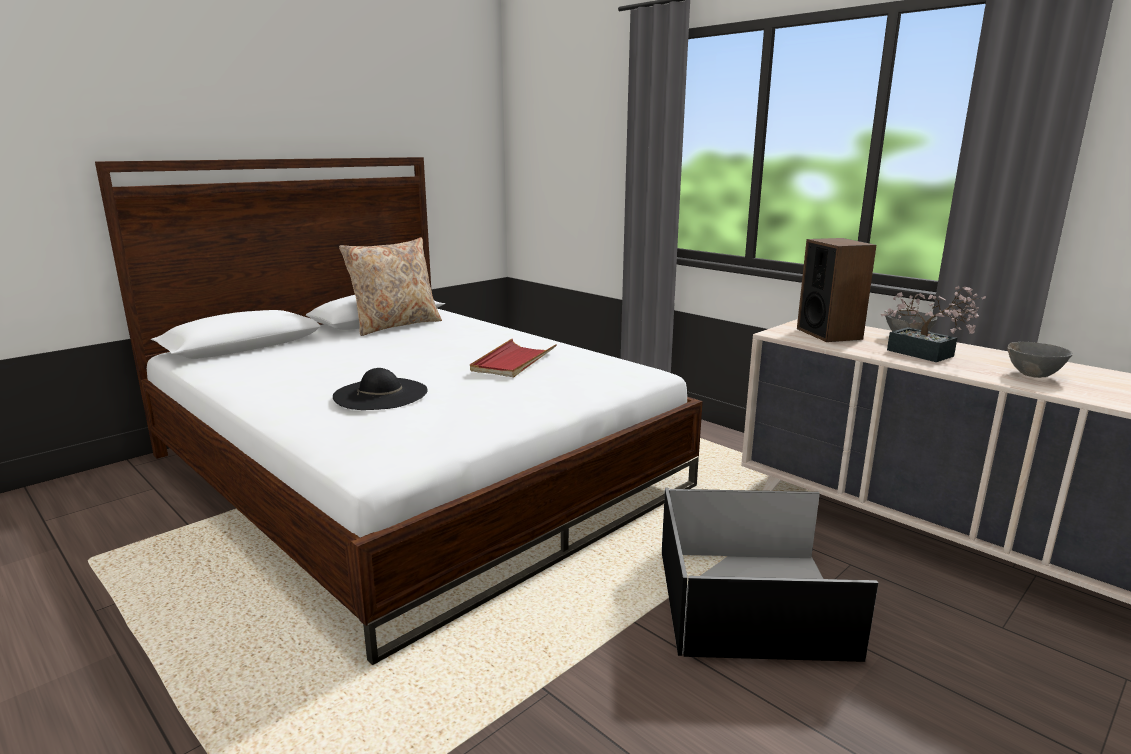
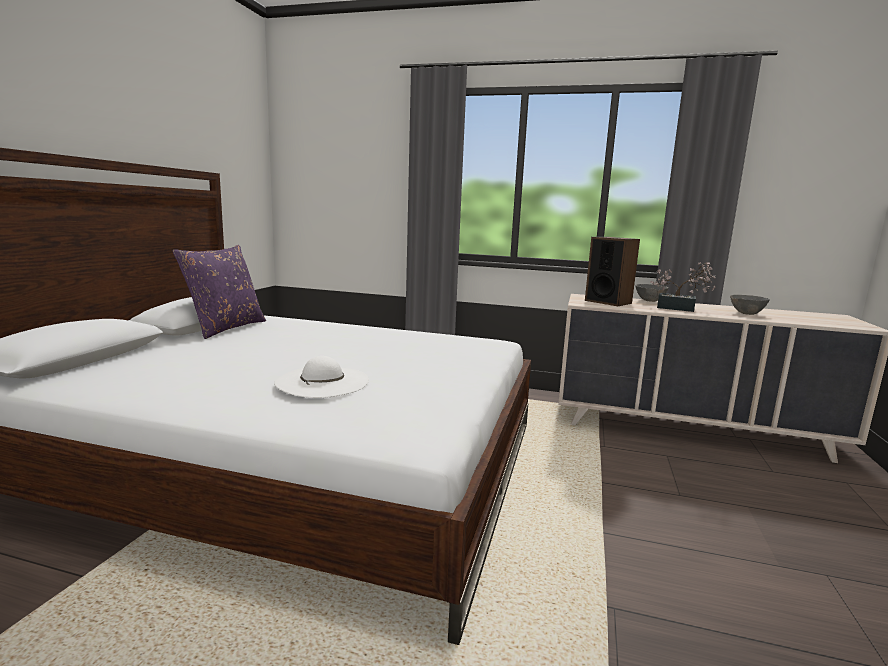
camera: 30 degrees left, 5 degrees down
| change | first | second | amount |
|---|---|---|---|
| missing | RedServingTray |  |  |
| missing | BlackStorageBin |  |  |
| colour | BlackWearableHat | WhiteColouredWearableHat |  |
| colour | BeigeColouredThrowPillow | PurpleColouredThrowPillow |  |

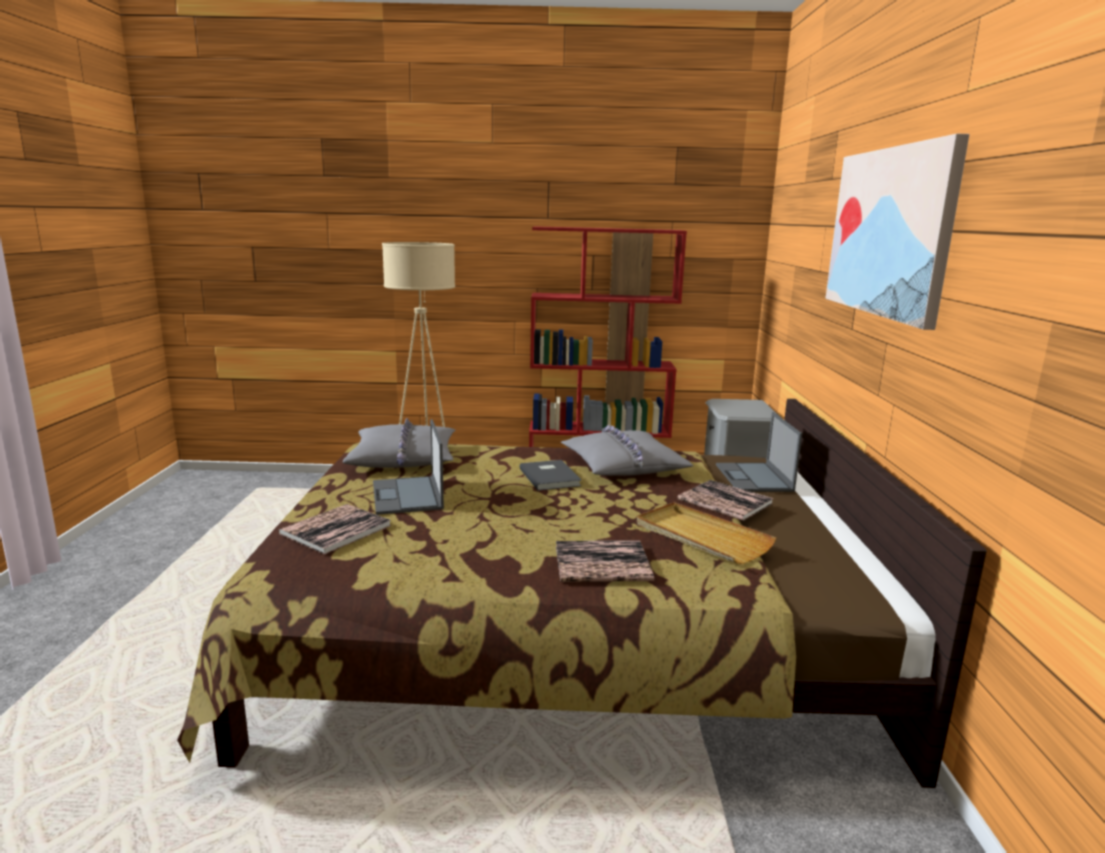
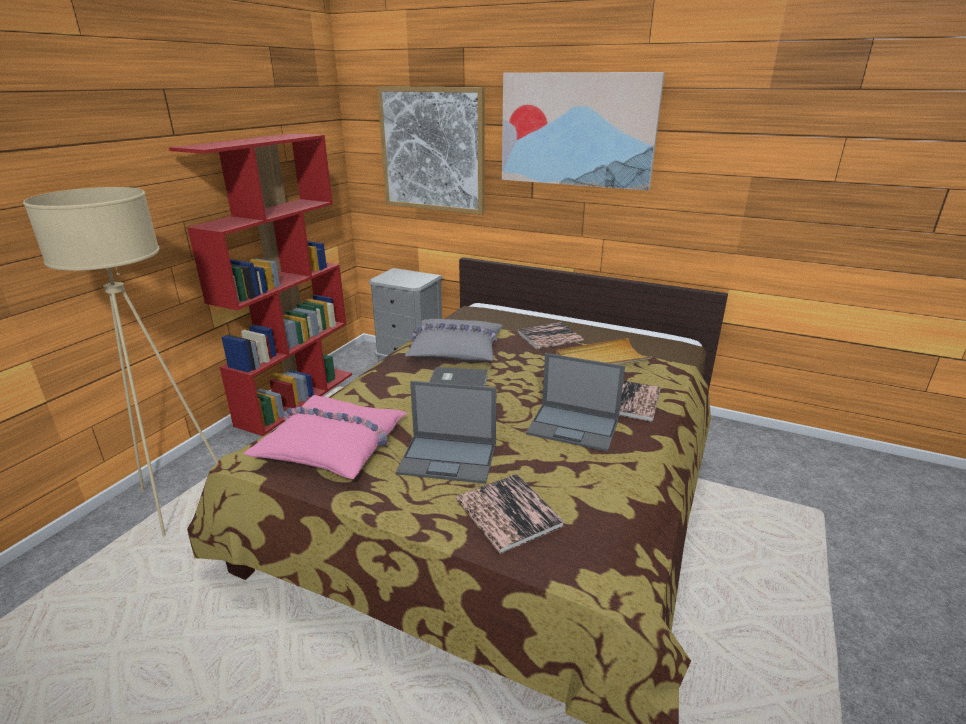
camera: 65 degrees left, 10 degrees up
| change | first | second | amount |
|---|---|---|---|
| appeared |  | WallArt (no. 1 from left) |  |
| relocated | PortableComputer (no. 2 from left) |  |  |
| colour | GrayThrowPillow (no. 1 from left) | PinkishThrowPillow |  |

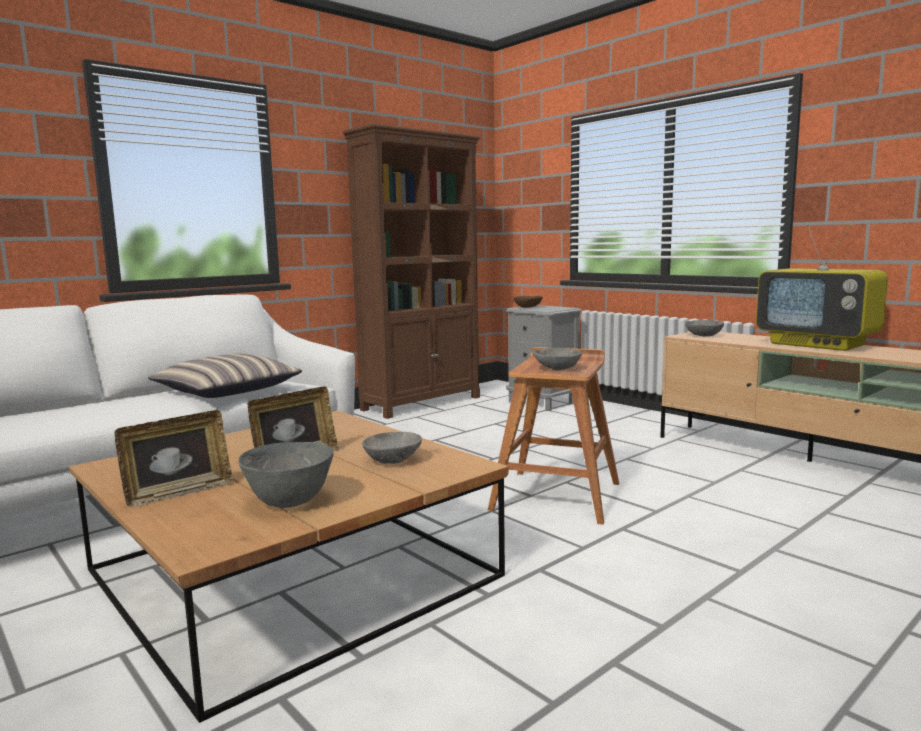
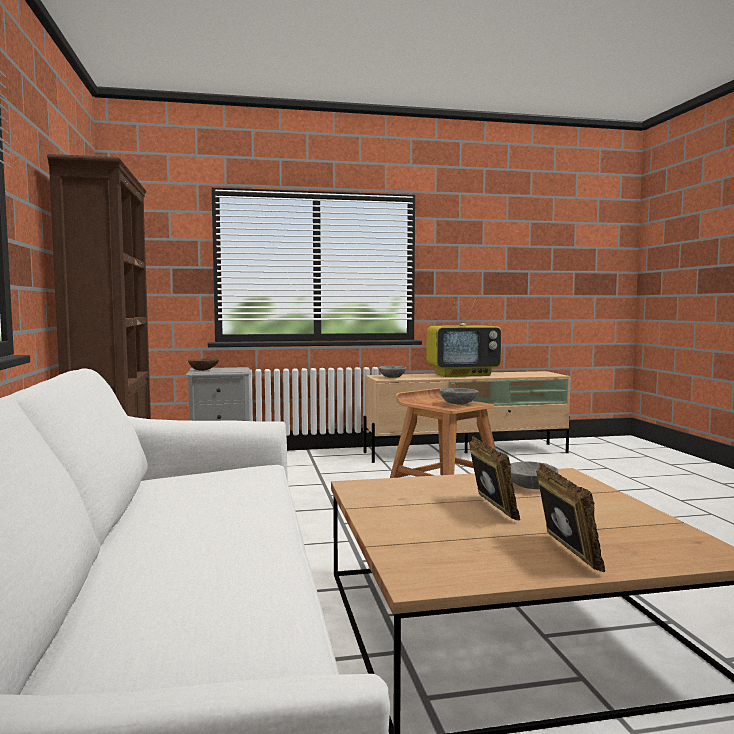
camera: 60 degrees left, 5 degrees down
| change | first | second | amount |
|---|---|---|---|
| missing | ThrowPillow |  |  |
| missing | GrayDeepDish (no. 1 from left) |  |  |

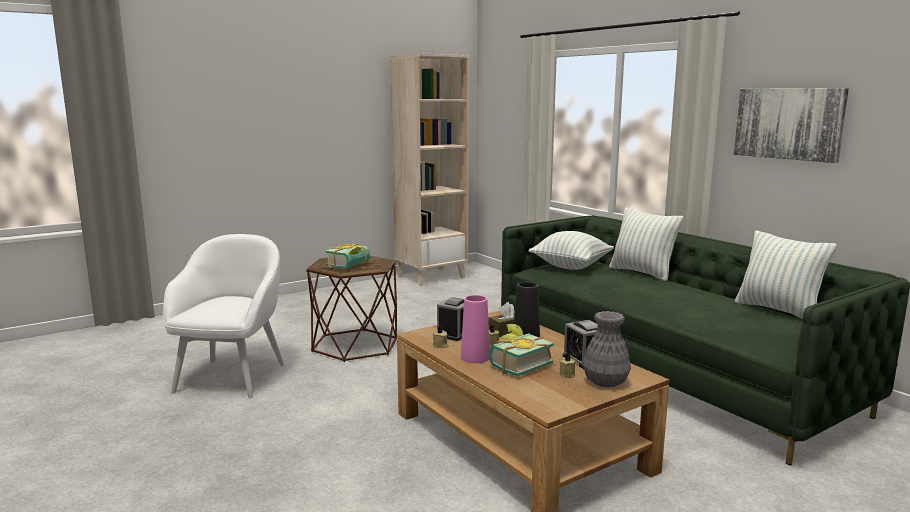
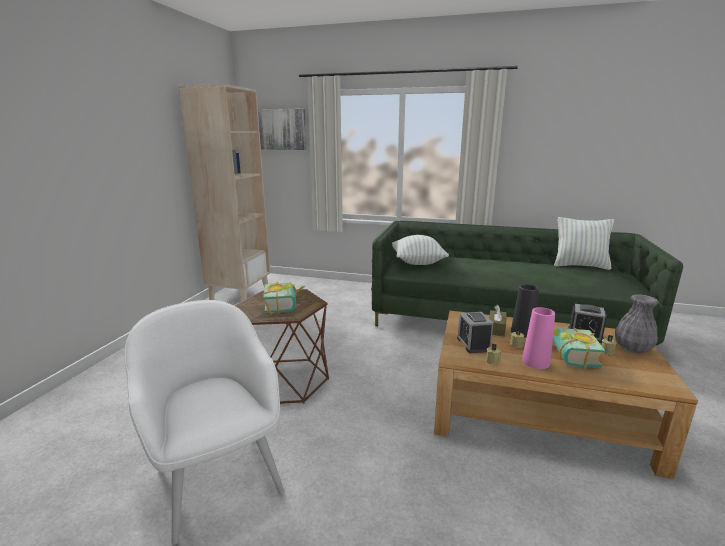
camera: 40 degrees left, 5 degrees up
| change | first | second | amount |
|---|---|---|---|
| missing | ThrowPillow (no. 2 from left) |  |  |
| relocated | WallArt |  |  |

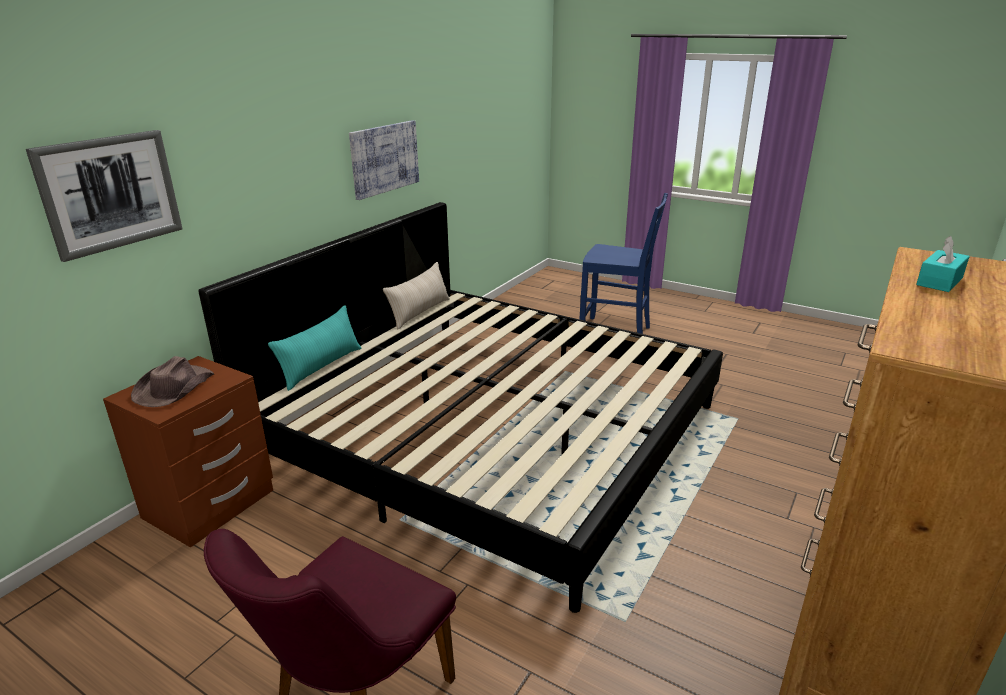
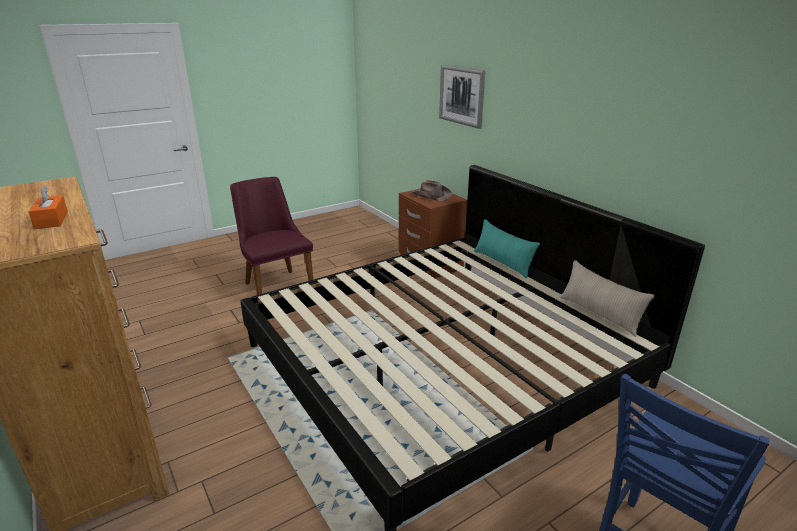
camera: 115 degrees right, 0 degrees up
| change | first | second | amount |
|---|---|---|---|
| missing | WallArt (no. 2 from left) |  |  |
| colour | TurquoiseColouredTissueHolder | OrangeTissueHolder |  |

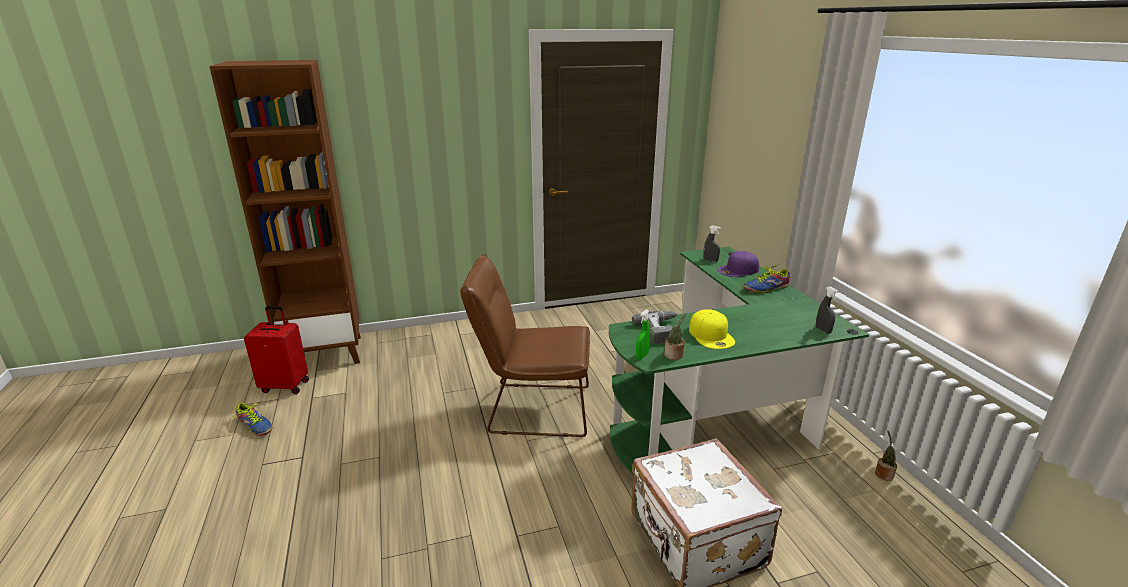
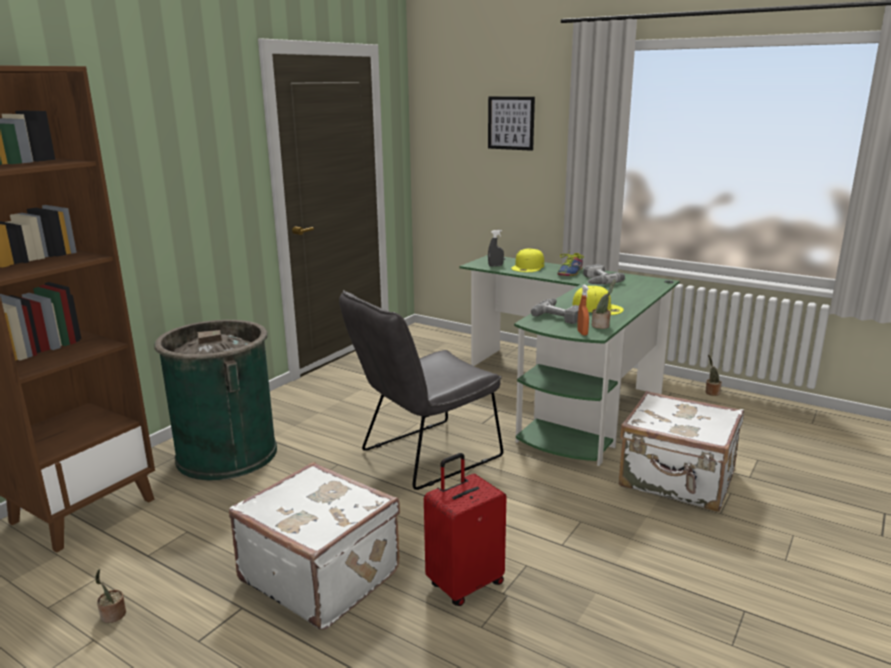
camera: 40 degrees left, 5 degrees down
| change | first | second | amount |
|---|---|---|---|
| missing | GrayHandSprayer (no. 2 from left) |  |  |
| appeared |  | GreenColouredTrashCan |  |
| appeared |  | WhiteColouredSuitcase (no. 1 from left) |  |
| appeared |  | WallArt |  |
| appeared |  | Drill (no. 2 from left) |  |
| relocated | RedSuitcase |  |  |
| exchanged | Shoe (no. 1 from left) | Houseplant (no. 1 from left) |  |
| colour | BrownishUprightChair | GrayUprightChair |  |
| colour | GreenColouredHandSprayer | OrangeHandSprayer |  |
| colour | PurpleColouredCap | YellowCap (no. 1 from left) |  |

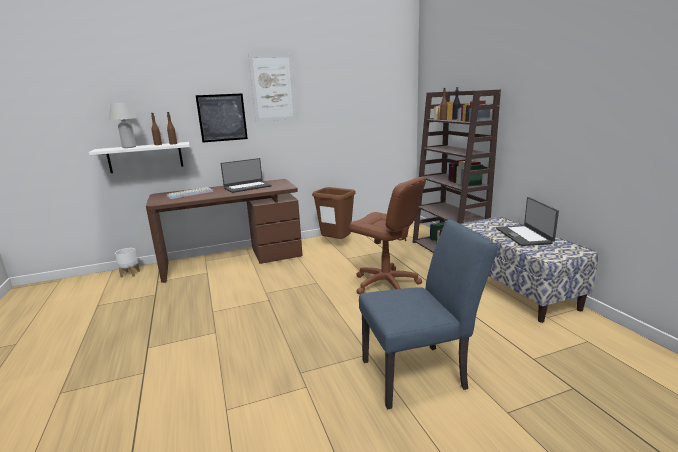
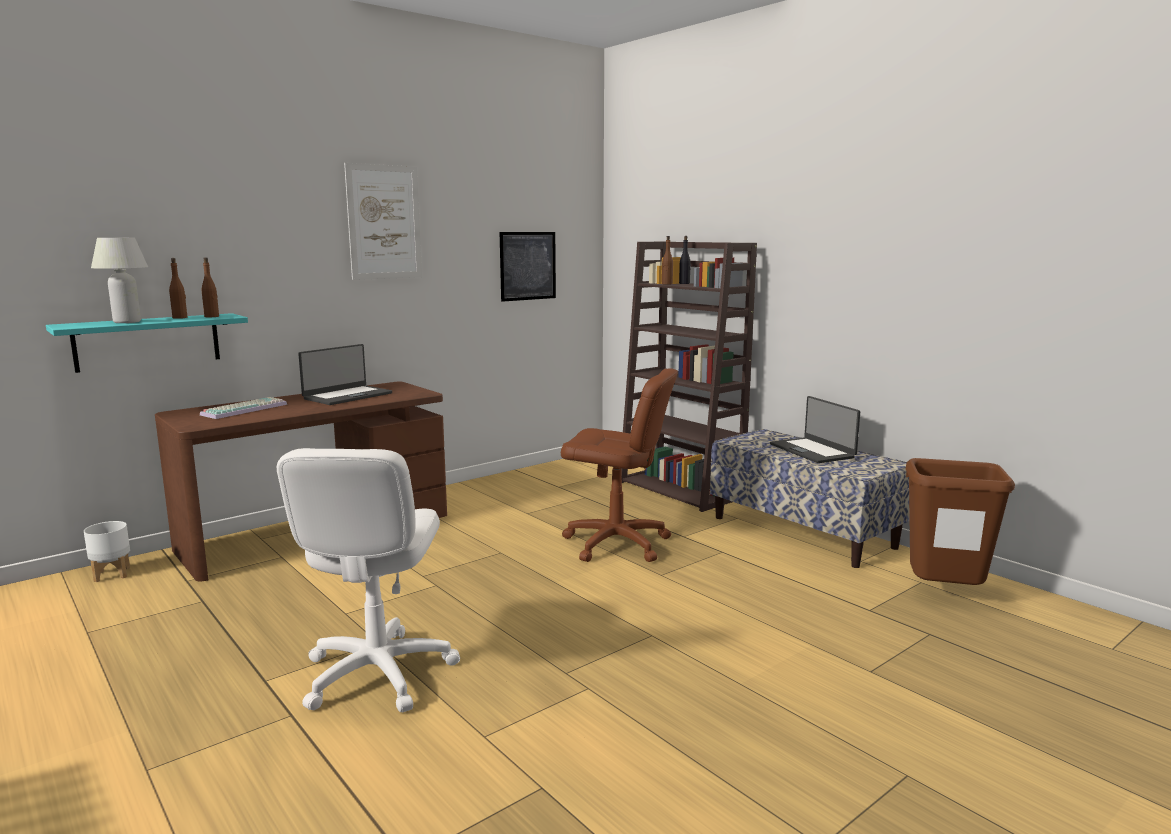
camera: 20 degrees left, 5 degrees down
| change | first | second | amount |
|---|---|---|---|
| missing | BluishUprightChair |  |  |
| appeared |  | WhiteColouredComputerChair |  |
| relocated | WallArt (no. 1 from left in the first image) | WallArt (no. 2 from left) |  |
| relocated | BrownishTrashCan |  |  |
| colour | WhiteColouredWallShelf | TurquoiseColouredWallShelf |  |

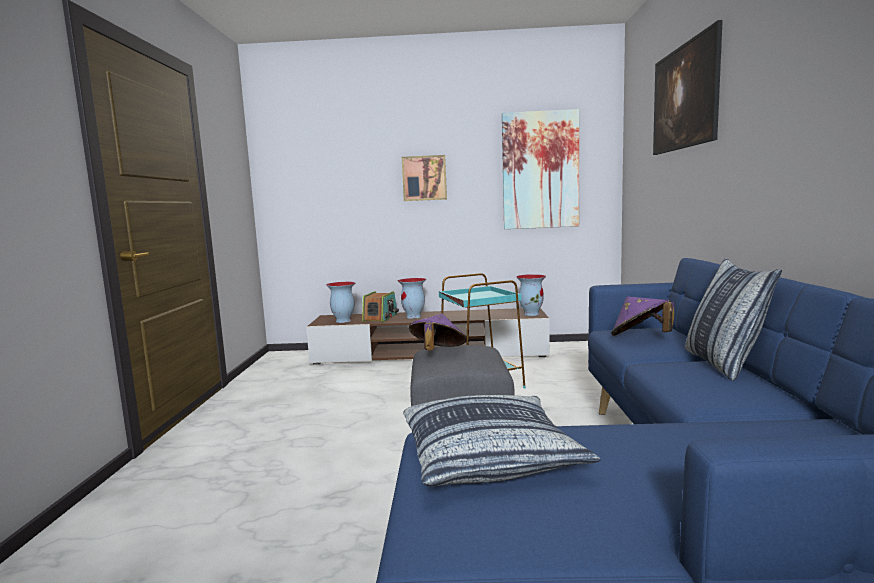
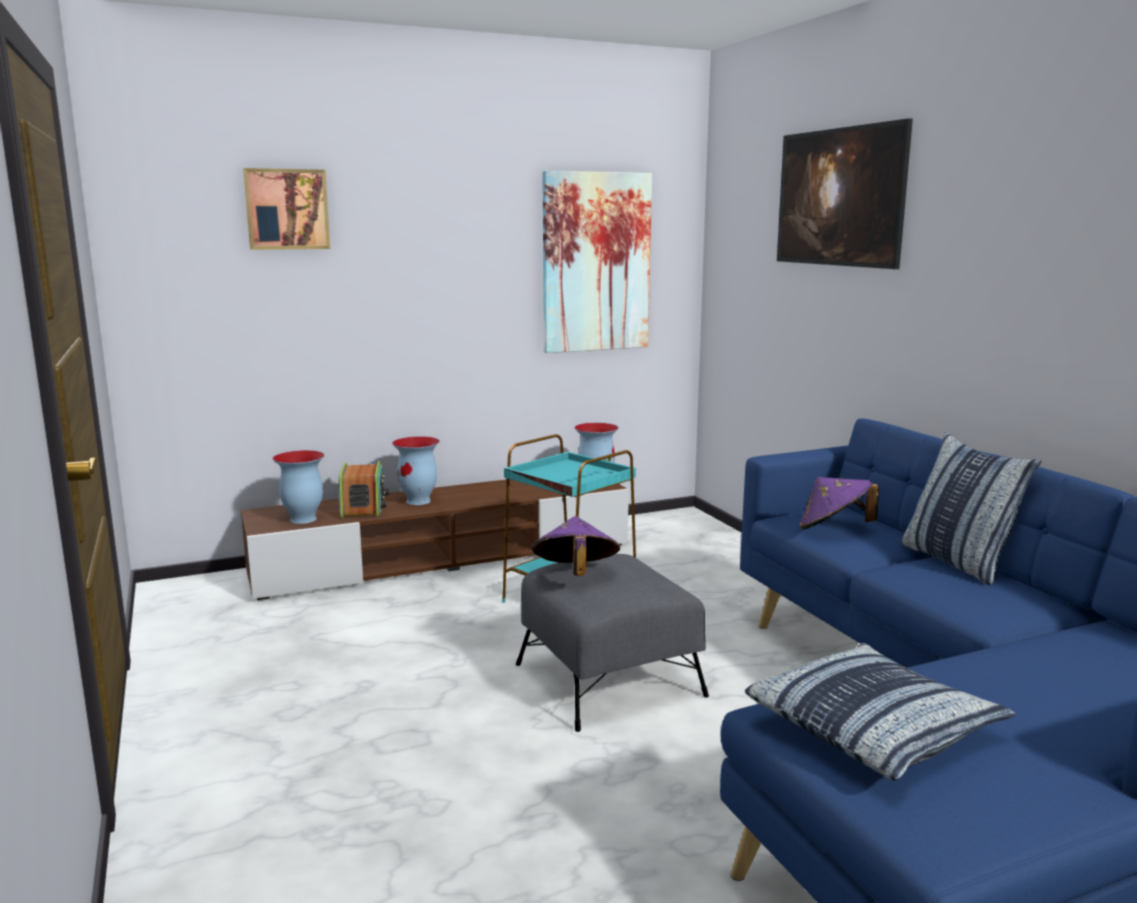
camera: 25 degrees left, 5 degrees up
| change | first | second | amount |
|---|---|---|---|
| relocated | WallArt (no. 1 from left) |  |  |

